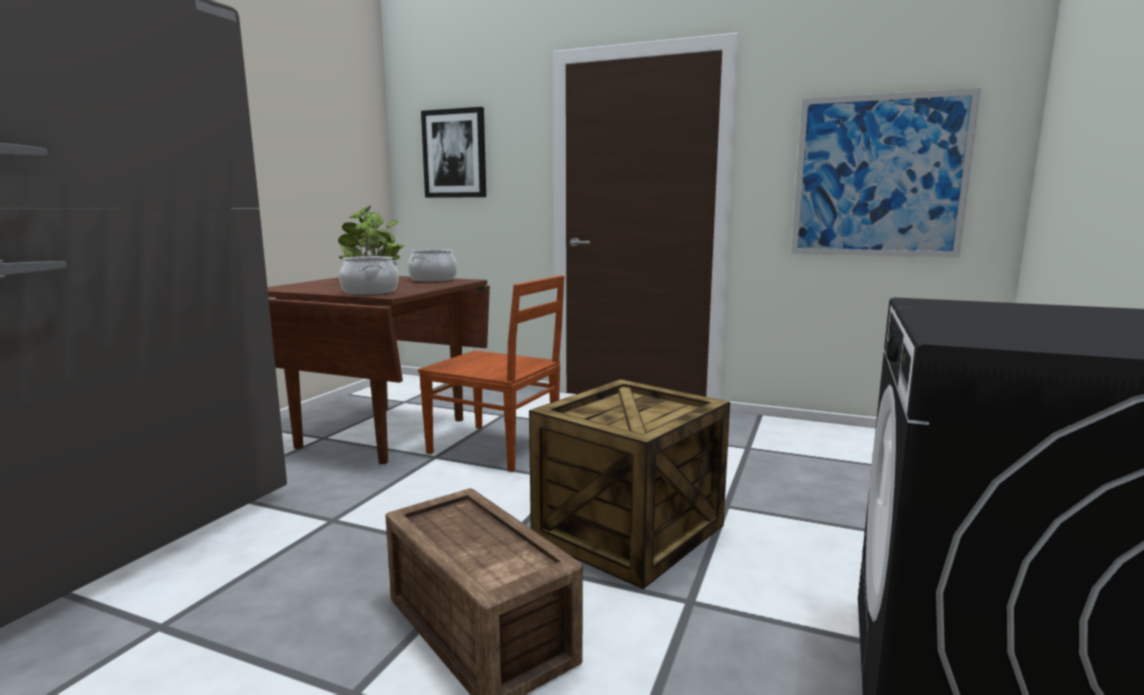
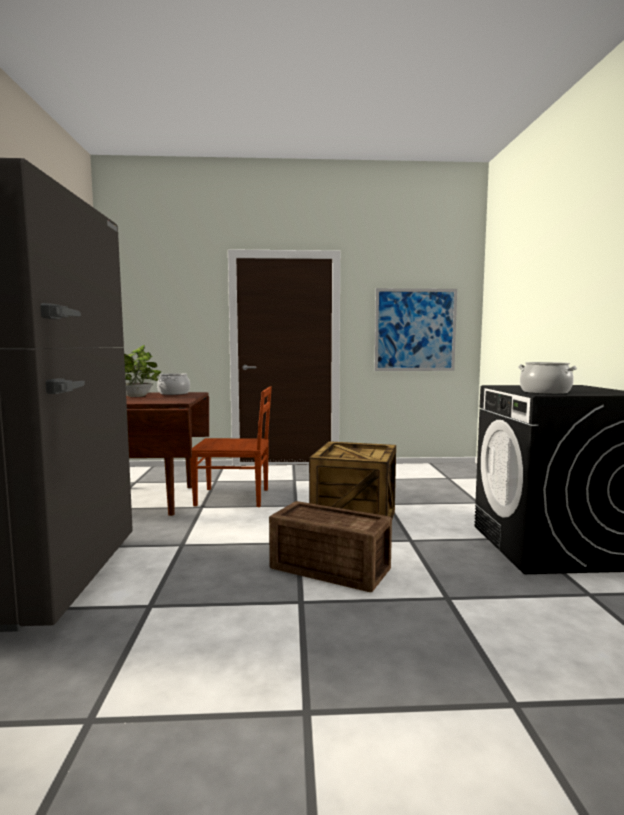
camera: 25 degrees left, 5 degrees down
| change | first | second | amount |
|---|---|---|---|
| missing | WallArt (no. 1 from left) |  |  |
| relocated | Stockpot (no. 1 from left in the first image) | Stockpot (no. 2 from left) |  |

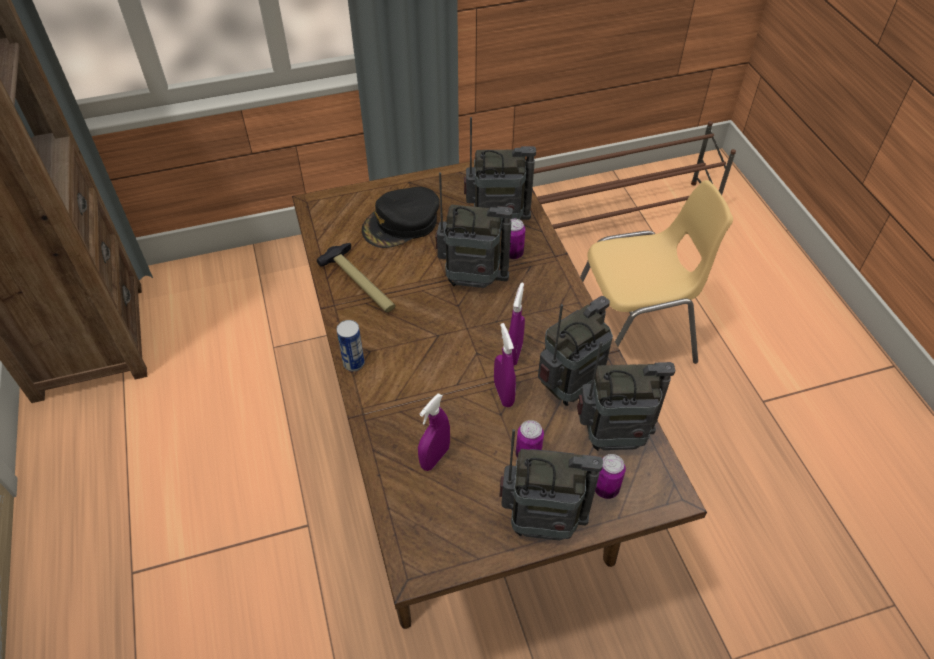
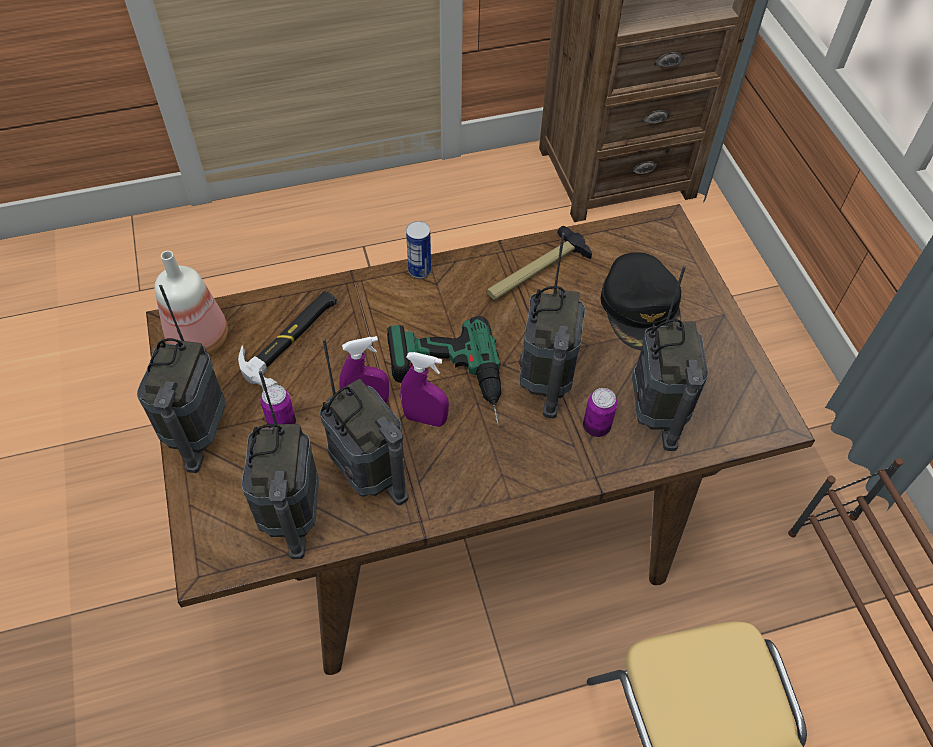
camera: 90 degrees right, 5 degrees up
| change | first | second | amount |
|---|---|---|---|
| missing | Can (no. 4 from left) |  |  |
| appeared |  | Bottle |  |
| appeared |  | Drill |  |
| exchanged | PurpleColouredHandSprayer (no. 1 from left) | Hammer (no. 1 from left) |  |
| spun | BlackCap |  | 150 degrees counterclockwise |

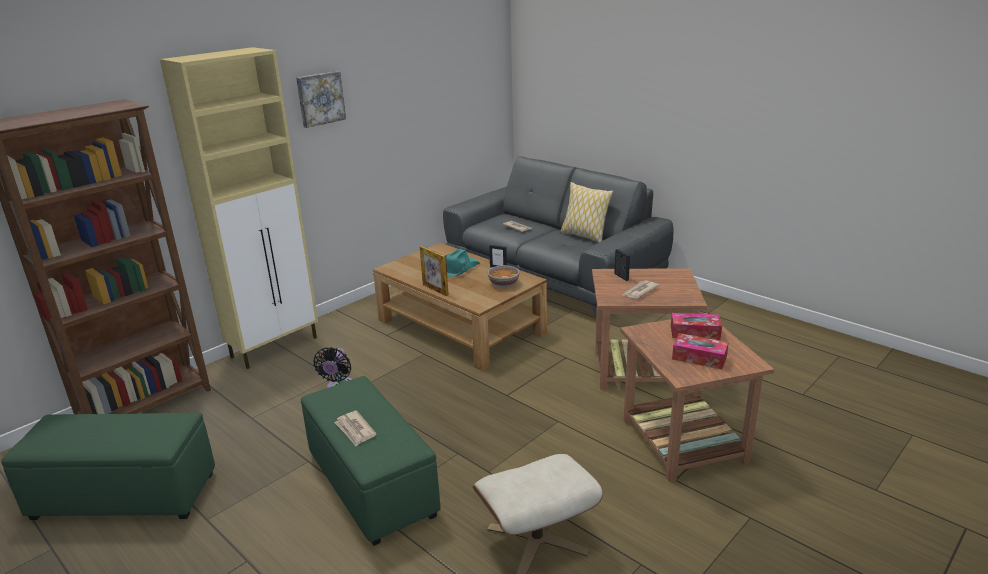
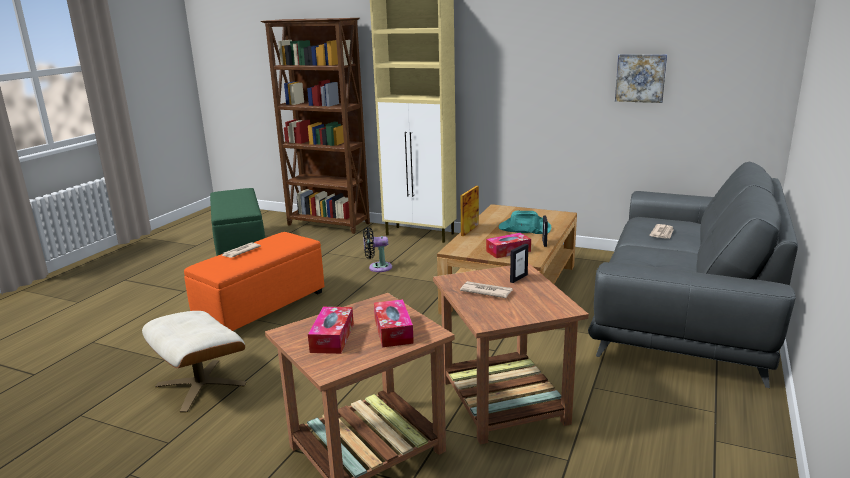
camera: 70 degrees right, 5 degrees down
| change | first | second | amount |
|---|---|---|---|
| missing | ThrowPillow |  |  |
| relocated | WallArt |  |  |
| exchanged | DeepDish | TissueHolder (no. 3 from left) |  |
| colour | GreenColouredOttoman (no. 2 from left) | OrangeOttoman |  |

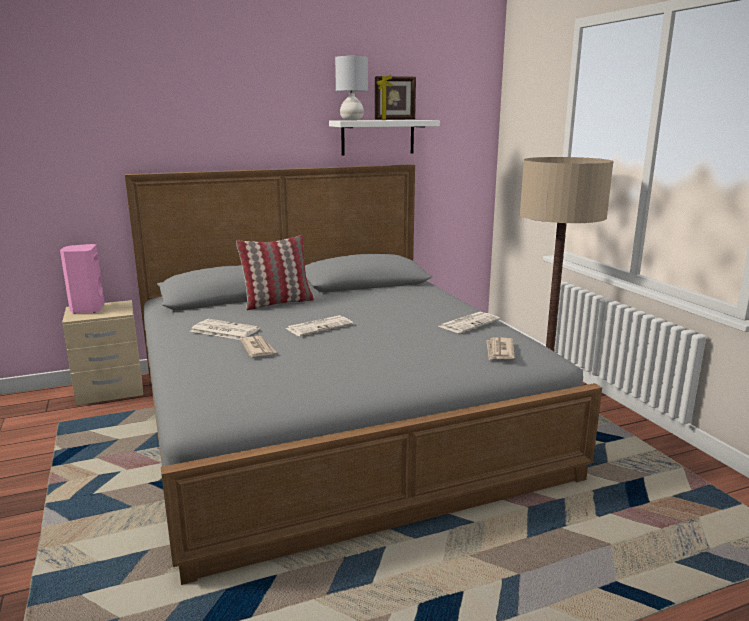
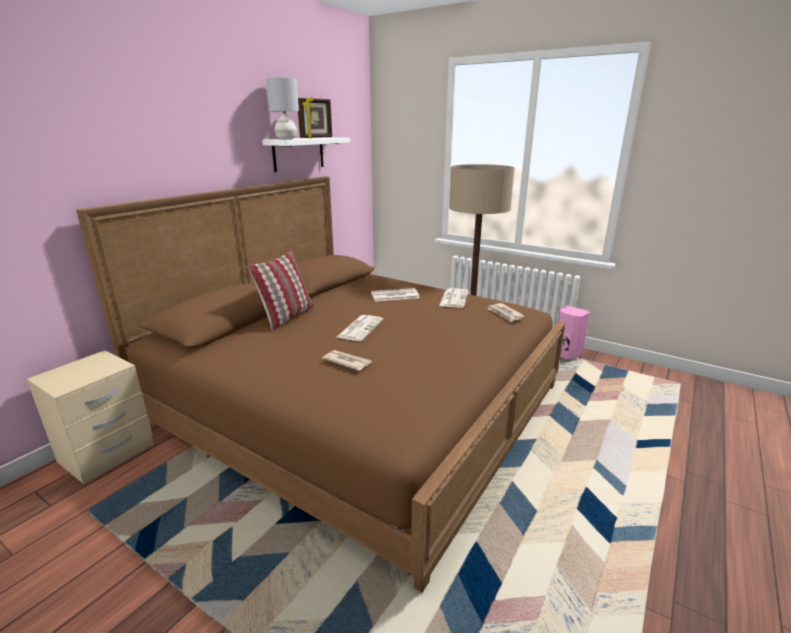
camera: 35 degrees left, 5 degrees up
| change | first | second | amount |
|---|---|---|---|
| relocated | PinkishLoudspeaker |  |  |
| relocated | DailyPaper (no. 1 from left in the first image) | DailyPaper (no. 3 from left) |  |
| colour | GraySleepingBed | BrownishSleepingBed |  |

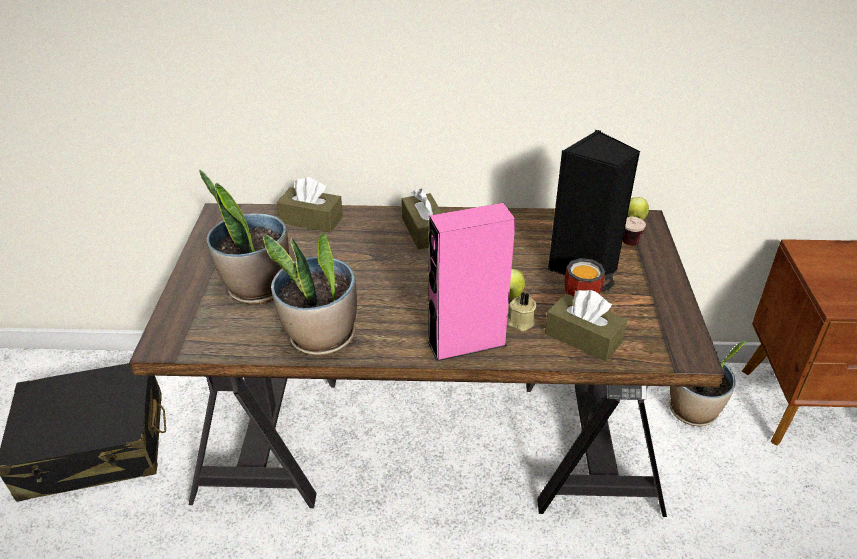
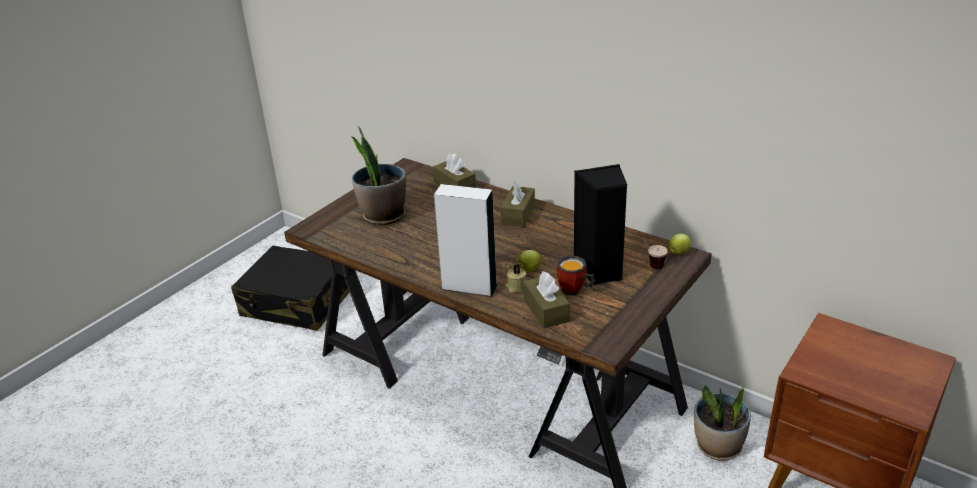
camera: 35 degrees right, 5 degrees down
| change | first | second | amount |
|---|---|---|---|
| missing | Houseplant (no. 2 from left) |  |  |
| colour | PinkishLoudspeaker | WhiteColouredLoudspeaker |  |

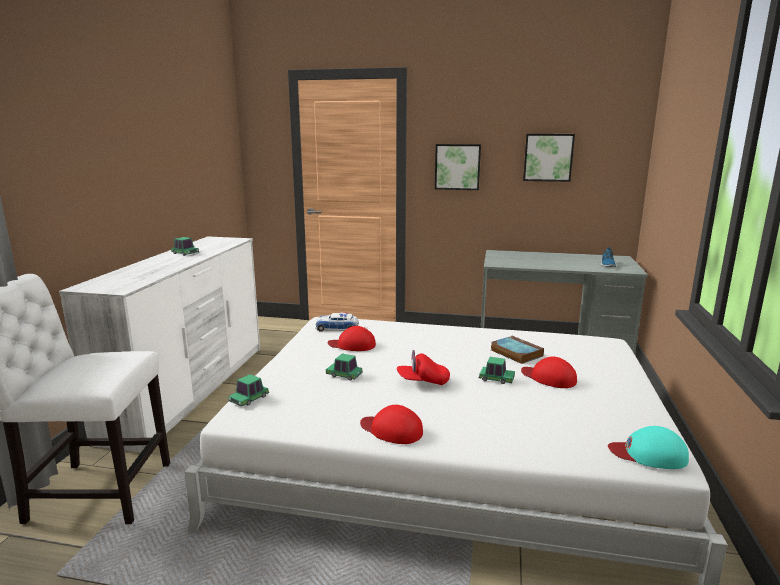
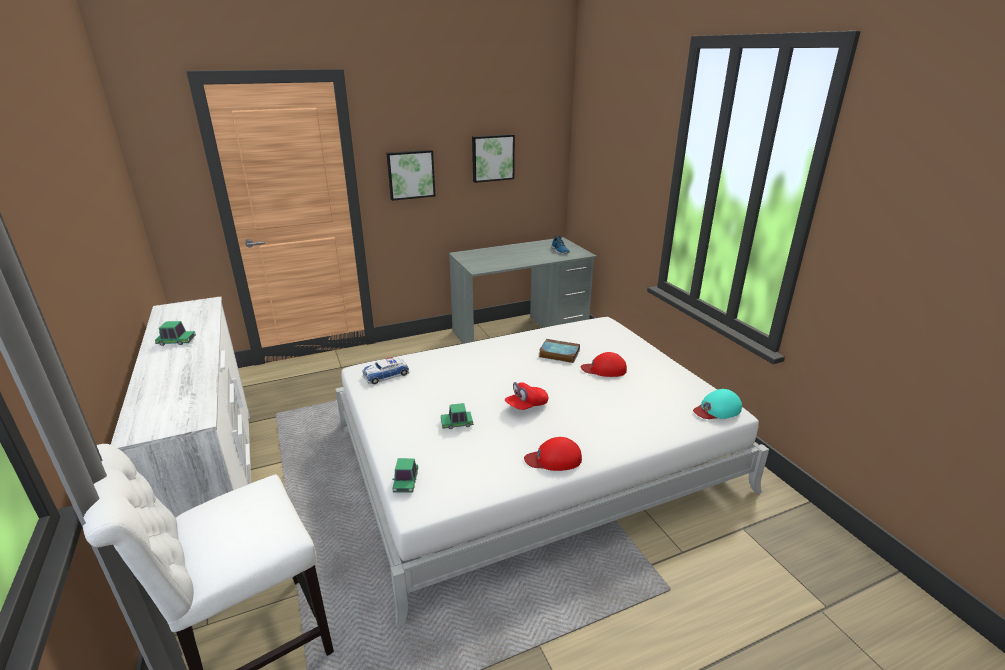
camera: 35 degrees left, 10 degrees up
| change | first | second | amount |
|---|---|---|---|
| missing | RedCap (no. 1 from left) |  |  |
| missing | MiniatureCar (no. 5 from left) |  |  |

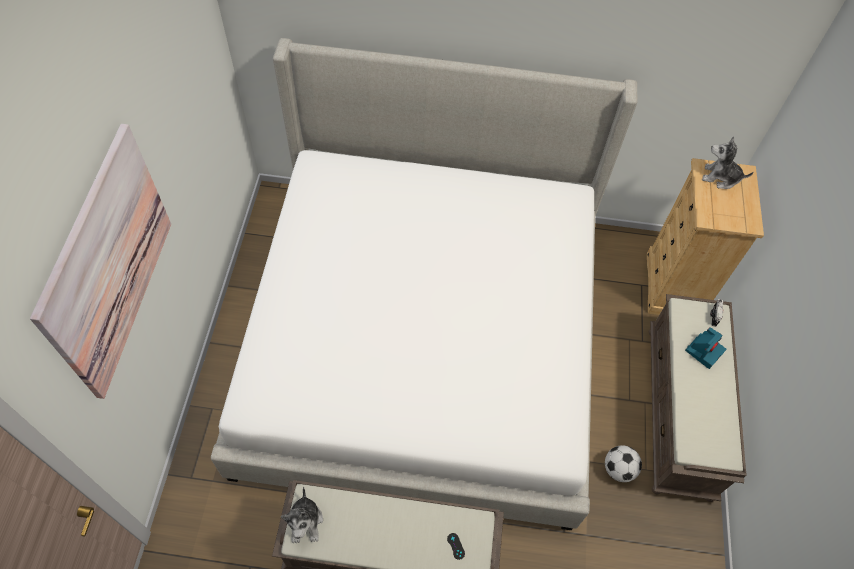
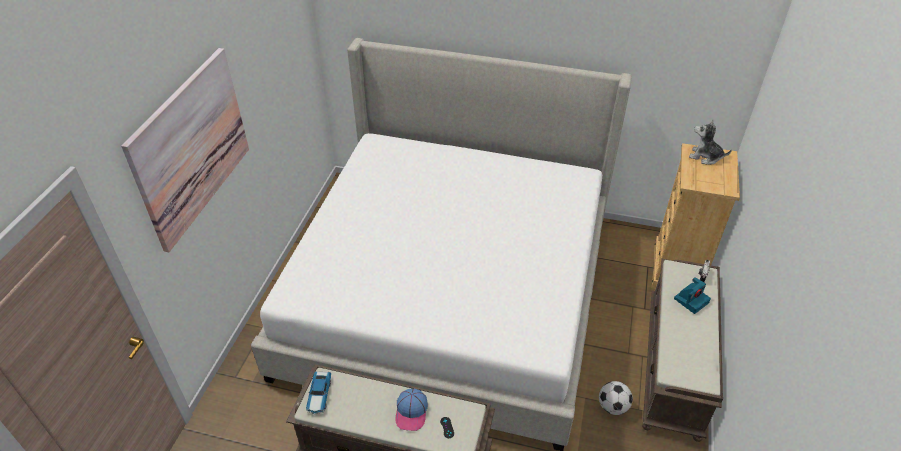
camera: 10 degrees right, 15 degrees down
| change | first | second | amount |
|---|---|---|---|
| appeared |  | Cap |  |
| exchanged | PlushToy (no. 1 from left) | MiniatureCar |  |

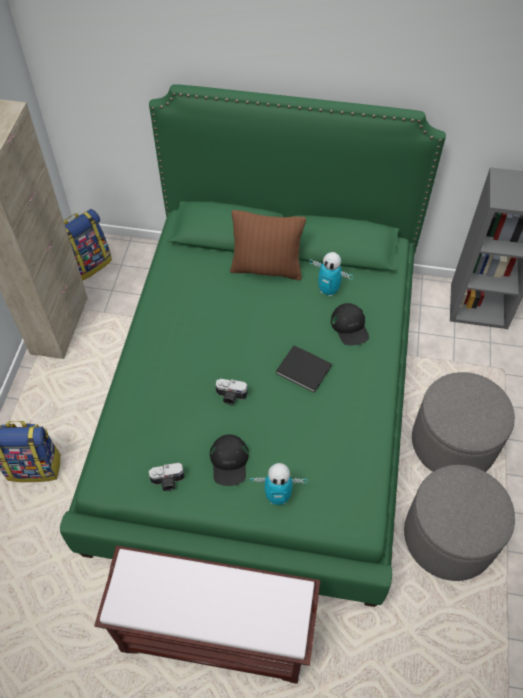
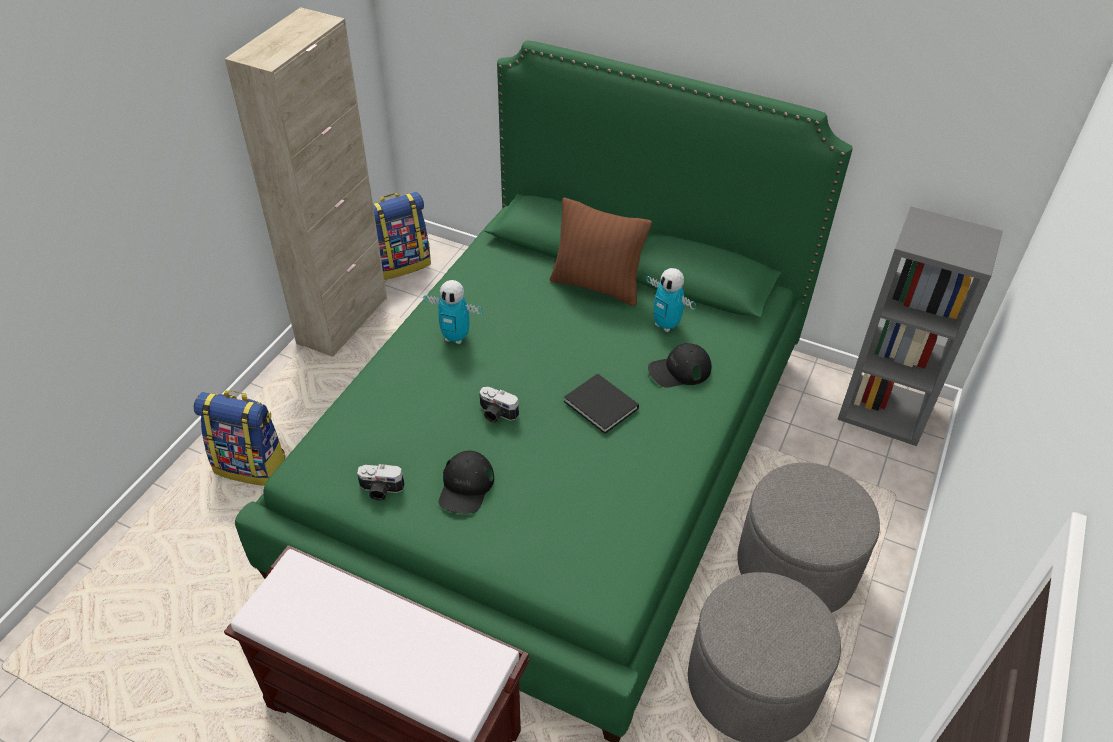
camera: 15 degrees right, 10 degrees down
| change | first | second | amount |
|---|---|---|---|
| relocated | RobotFigure (no. 1 from left) |  |  |
| spun | BlackCap (no. 2 from left) |  | 75 degrees clockwise |

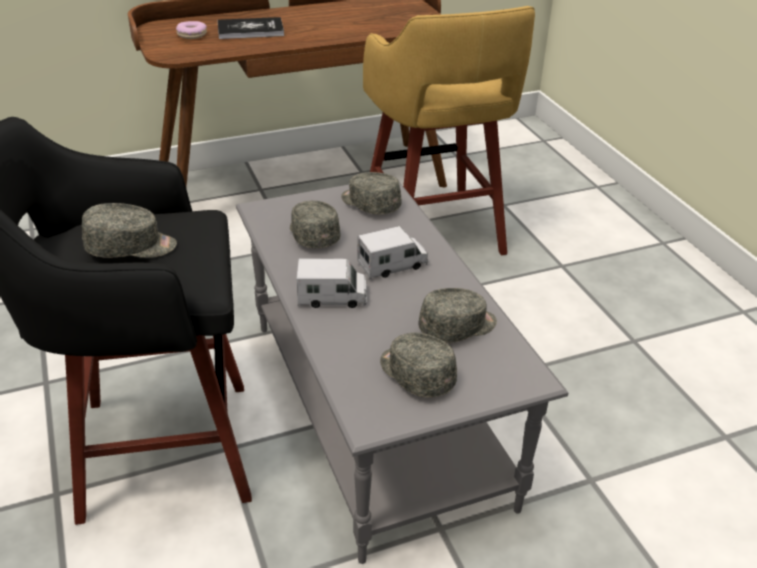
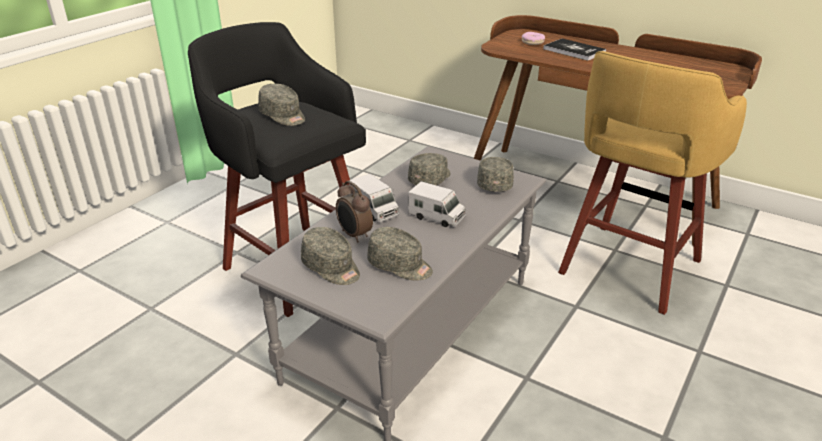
camera: 55 degrees right, 5 degrees down
| change | first | second | amount |
|---|---|---|---|
| appeared |  | AlarmClock |  |
| spun | GrayCap (no. 4 from left in the first image) | GrayCap (no. 2 from left) | 120 degrees clockwise |

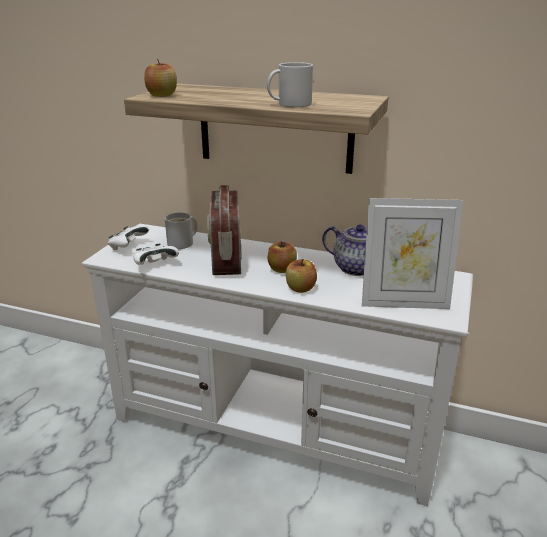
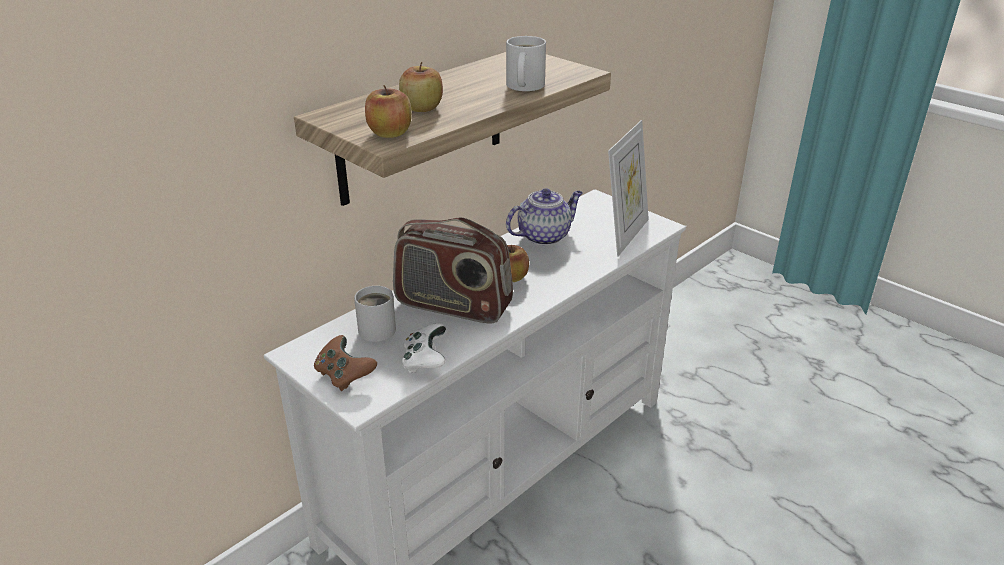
camera: 65 degrees left, 5 degrees up
| change | first | second | amount |
|---|---|---|---|
| relocated | Apple (no. 3 from left in the first image) | Apple (no. 2 from left) |  |
| colour | WhiteColouredGamepad (no. 1 from left) | BrownishGamepad |  |

